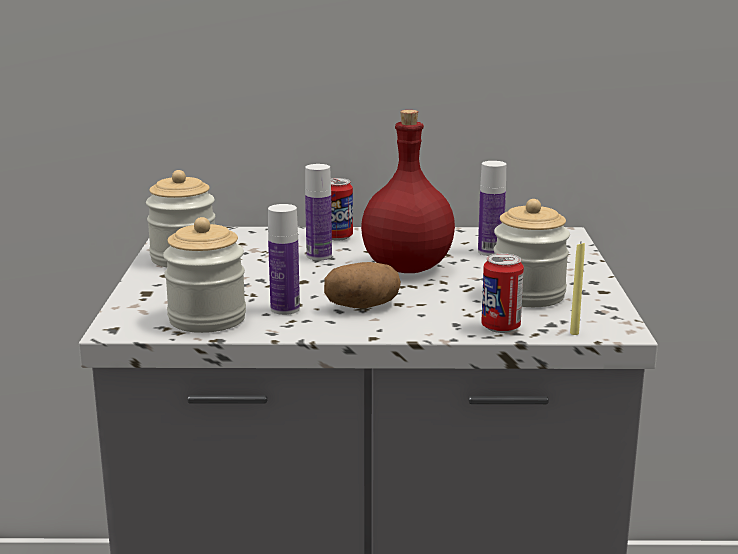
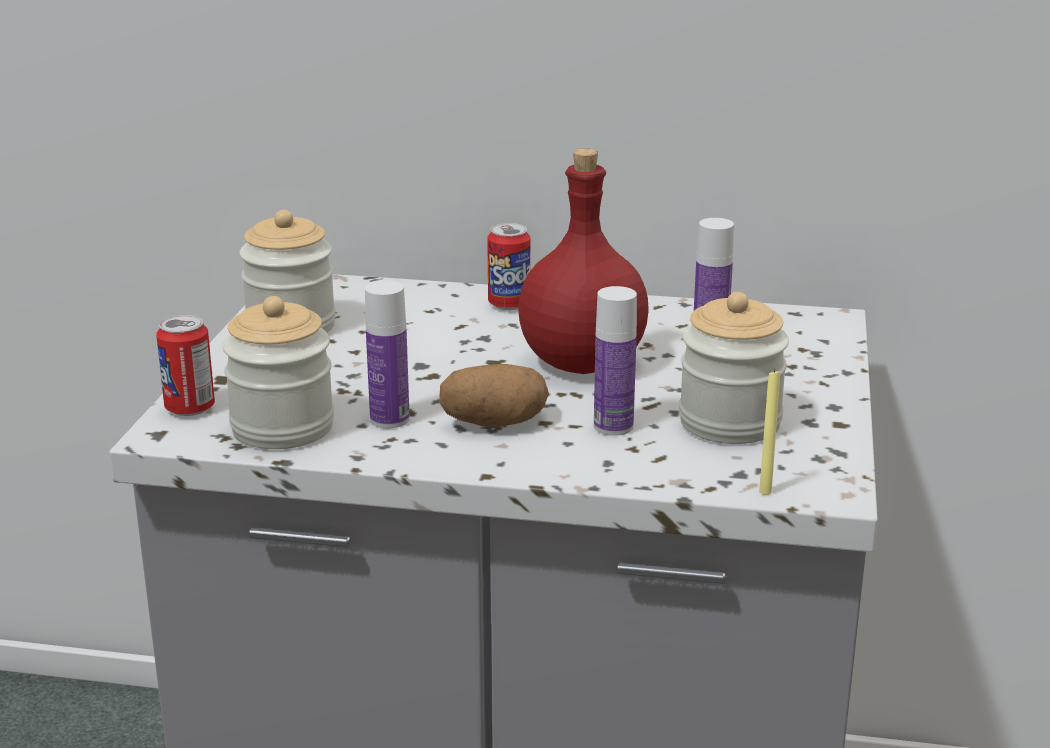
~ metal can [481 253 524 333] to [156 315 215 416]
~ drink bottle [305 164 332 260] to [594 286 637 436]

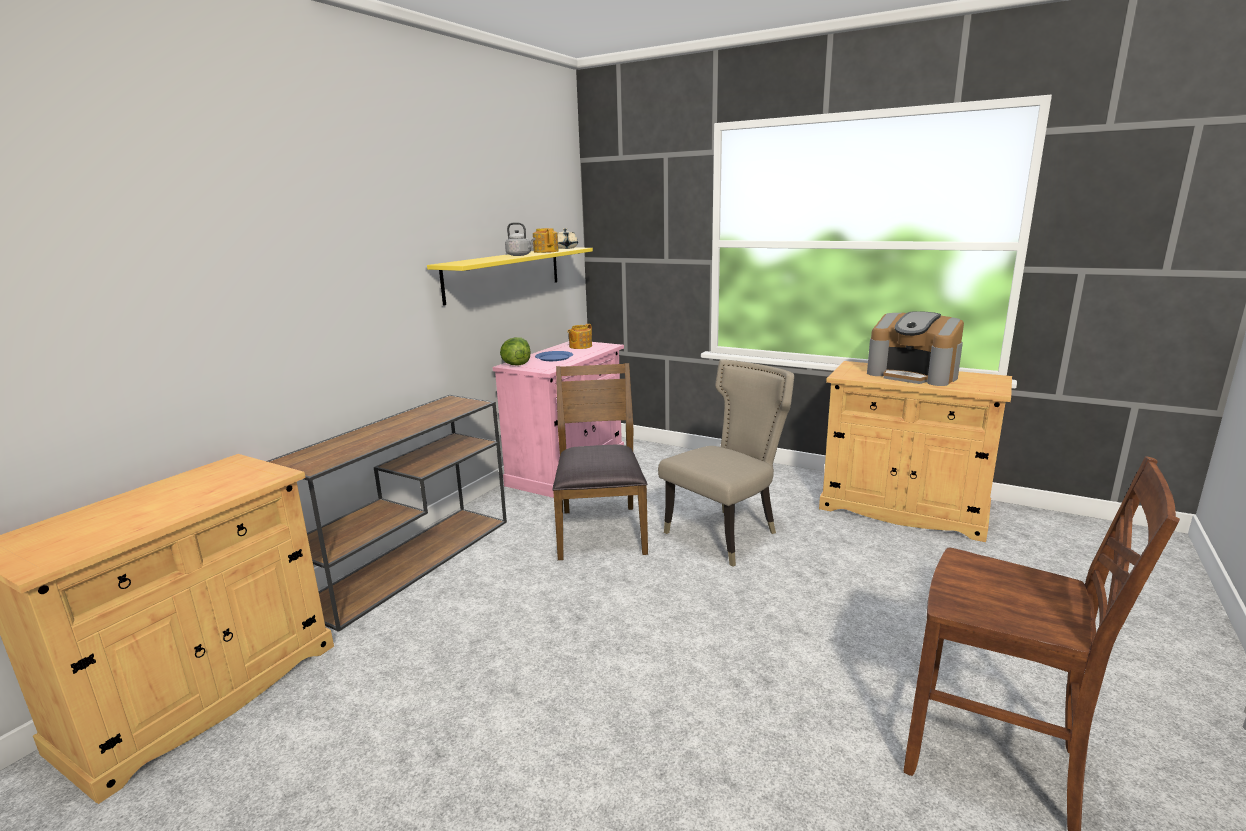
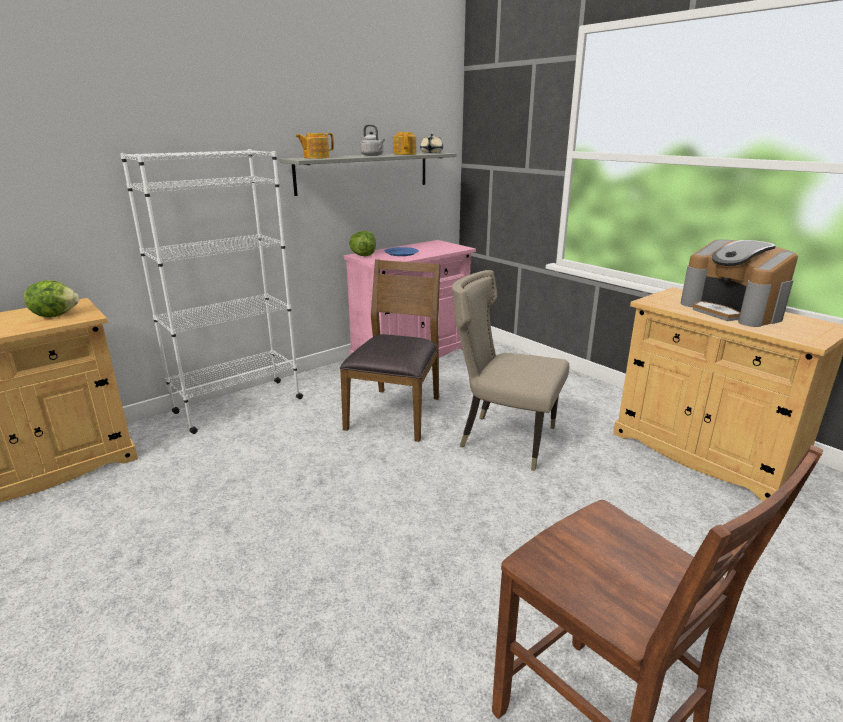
+ lettuce [24 280 79 317]
~ hall table (brown) [267 395 507 632] to bookcase (whitish) [120 149 303 434]
~ shelf (yellow) [427 248 593 306] to shelf (grey) [279 152 457 196]
~ tea pot [568 324 592 349] to [295 133 334 159]
~ plain chair (sand-coloured) [658 359 794 567] = [452 270 569 471] 135 degrees counterclockwise

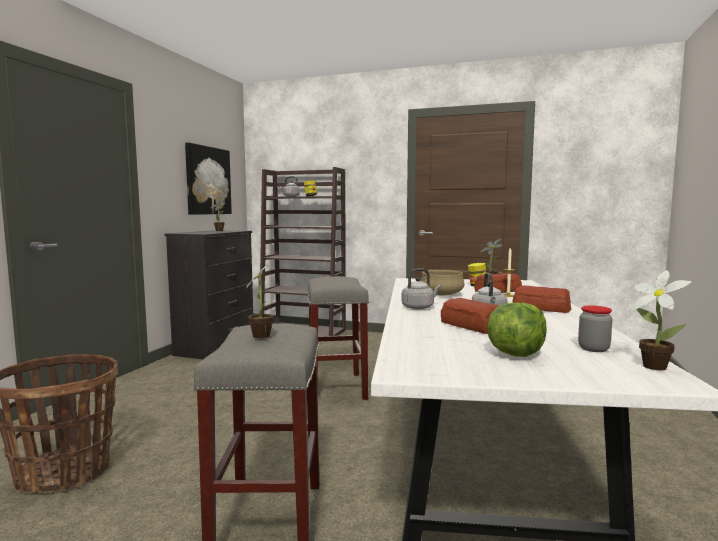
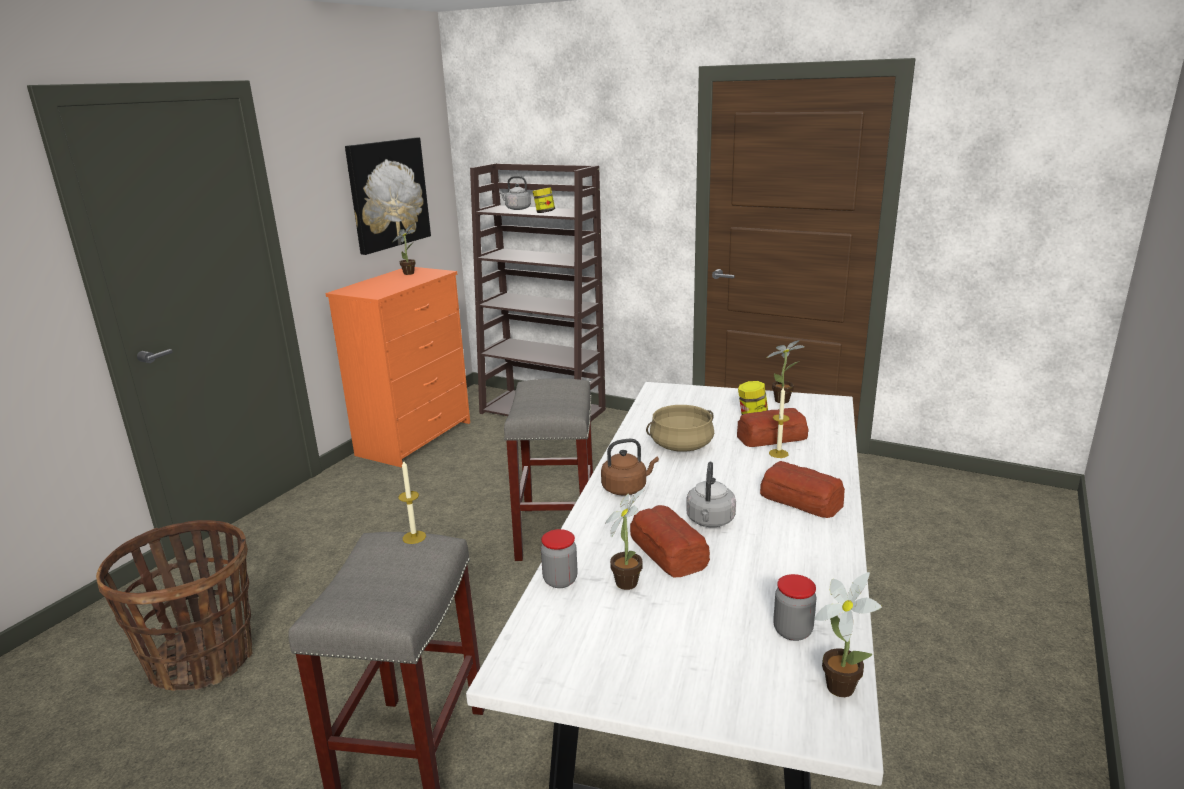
~ drawer chest (black-coloured) [164 230 253 359] to drawer chest (orangey) [325 267 470 467]
+ candle [398 459 426 544]
+ jar [541 529 577 588]
~ kettle (grey) [402 268 441 310] to kettle (brown) [601 439 659 496]
~ houseplant [246 258 274 339] to [605 488 646 590]
- lettuce [487 303 547 357]

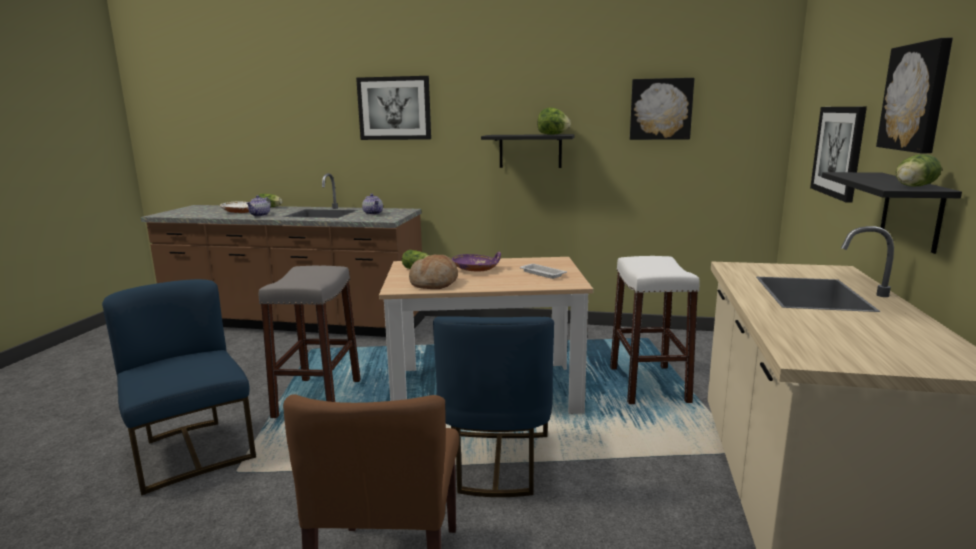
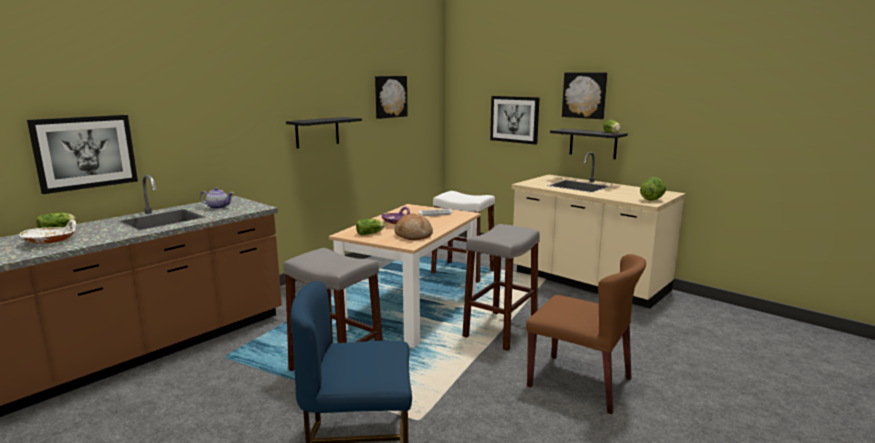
~ wall art [356 76 431 140] to [27 115 138 194]
~ plain chair (blue-coloured) [433 316 554 497] to stool (grey) [462 224 540 351]
~ lettuce [537 107 571 135] to [640 177 666 201]
- tea pot [246 195 271 217]

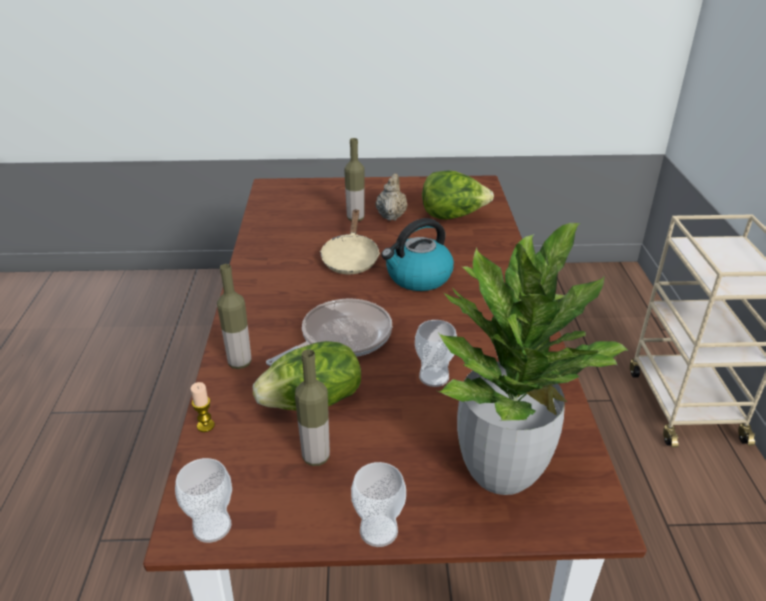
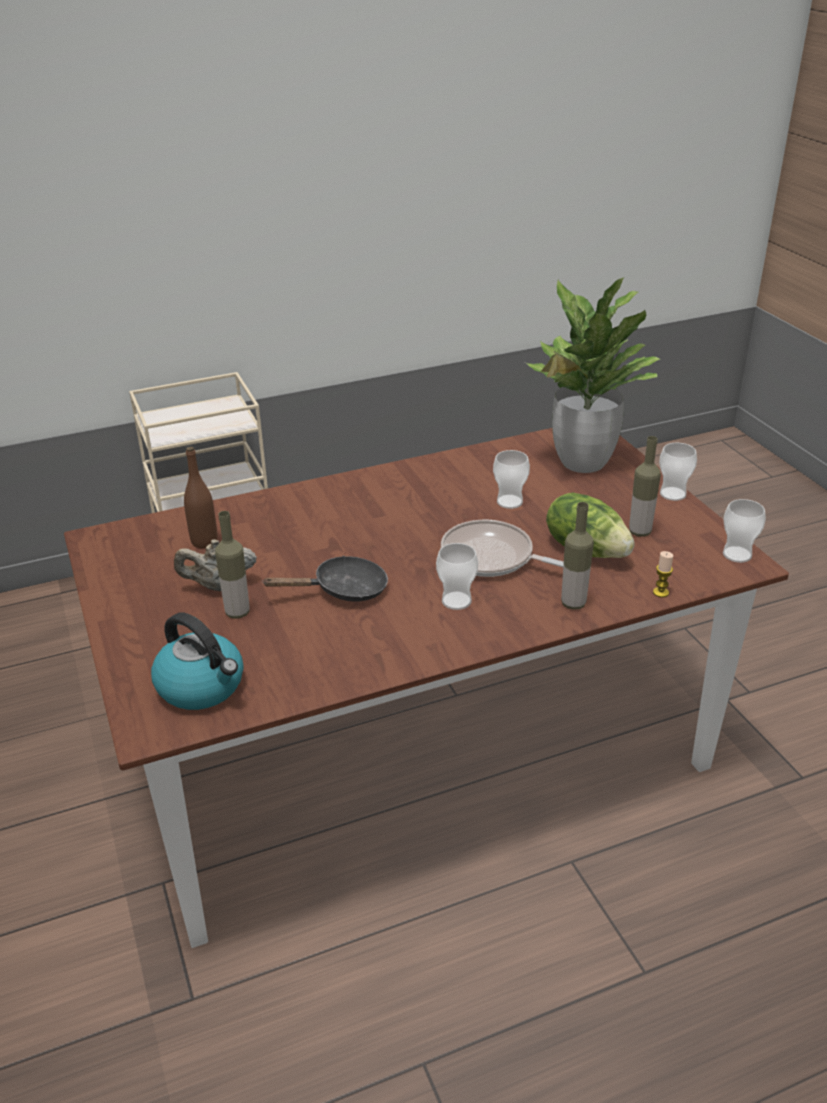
~ kettle [381 218 454 291] to [151 612 244 710]
~ lettuce [422 170 494 220] to drink bottle (brown) [184 447 217 548]
~ skillet (sand-coloured) [320 209 380 275] to skillet (black-coloured) [262 556 388 601]
+ drinking cup [436 543 478 610]

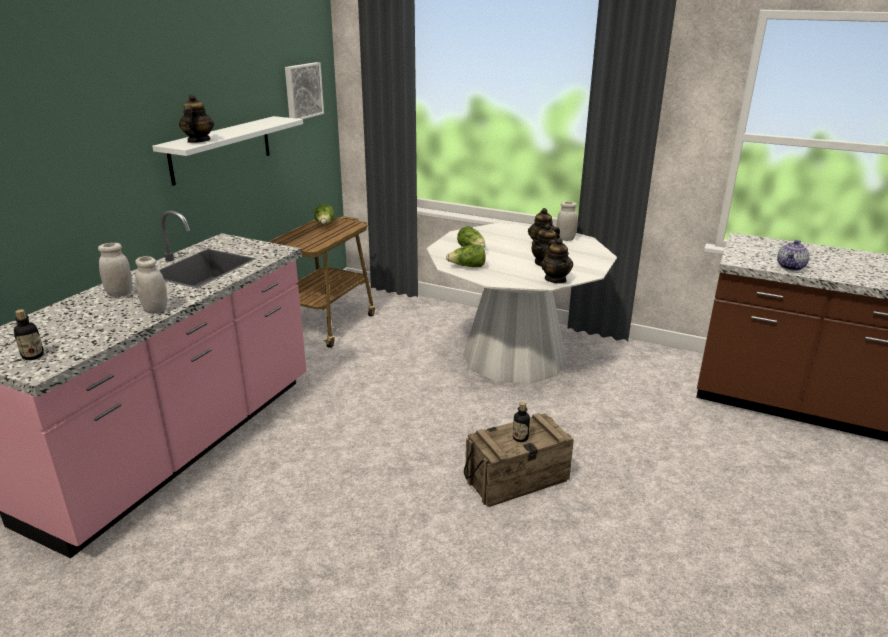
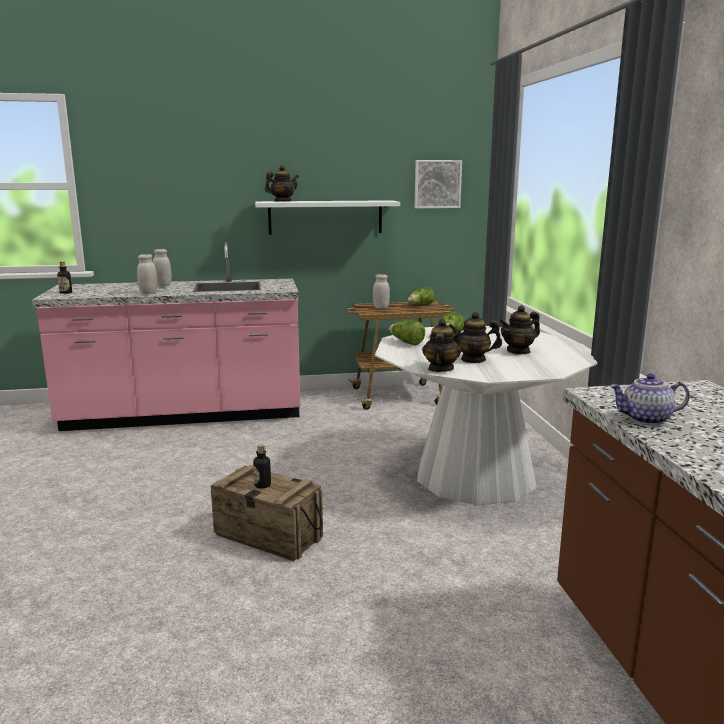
~ jar (whitish) [556 201 578 241] to [373 274 390 309]
~ tea pot [541 238 573 284] = [422 319 461 372] 150 degrees clockwise

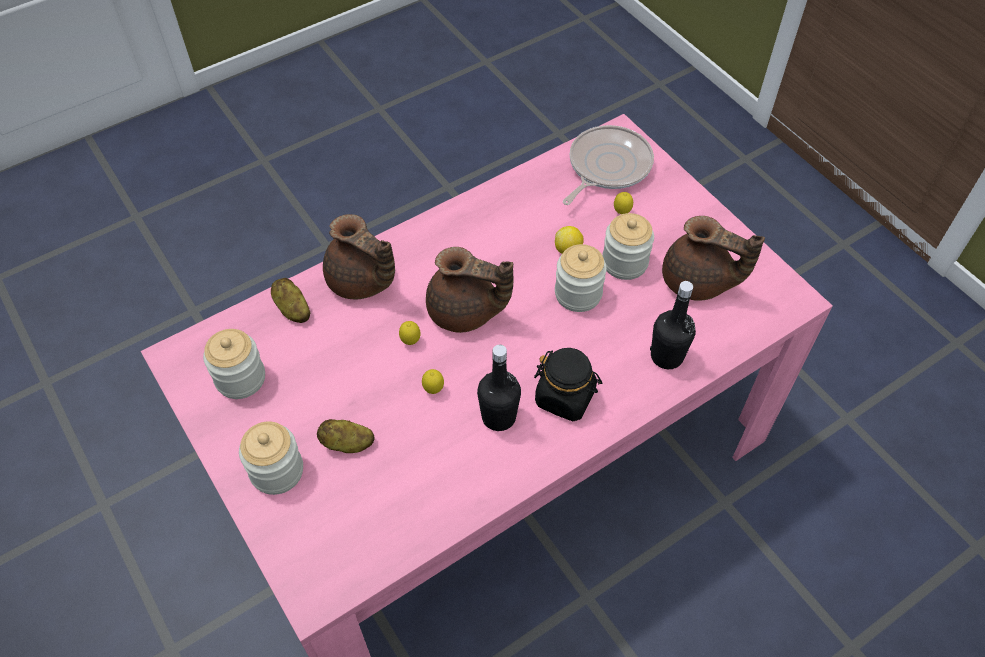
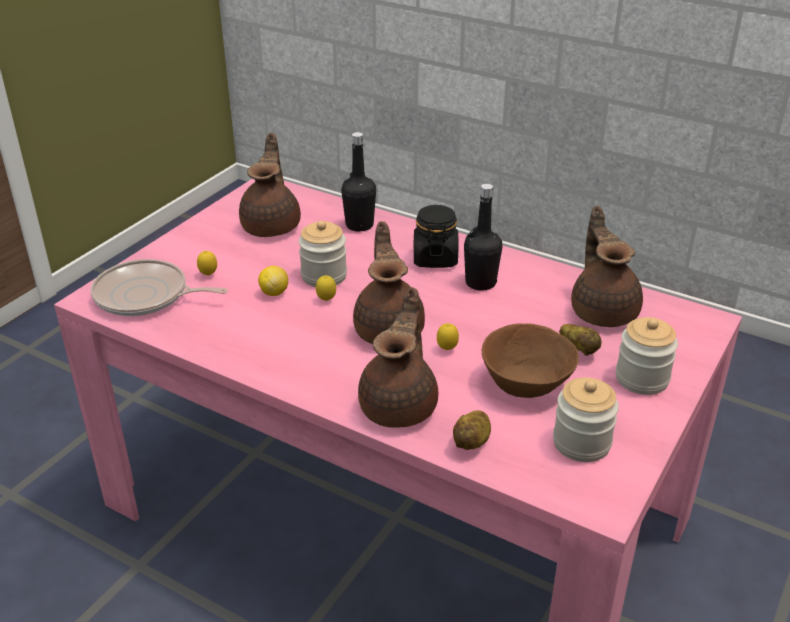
~ lemon [422 369 444 394] to [316 275 336 301]
+ deep dish (brown) [482 323 579 398]
+ tea pot (brown) [571 206 643 327]
- jar [602 213 654 280]

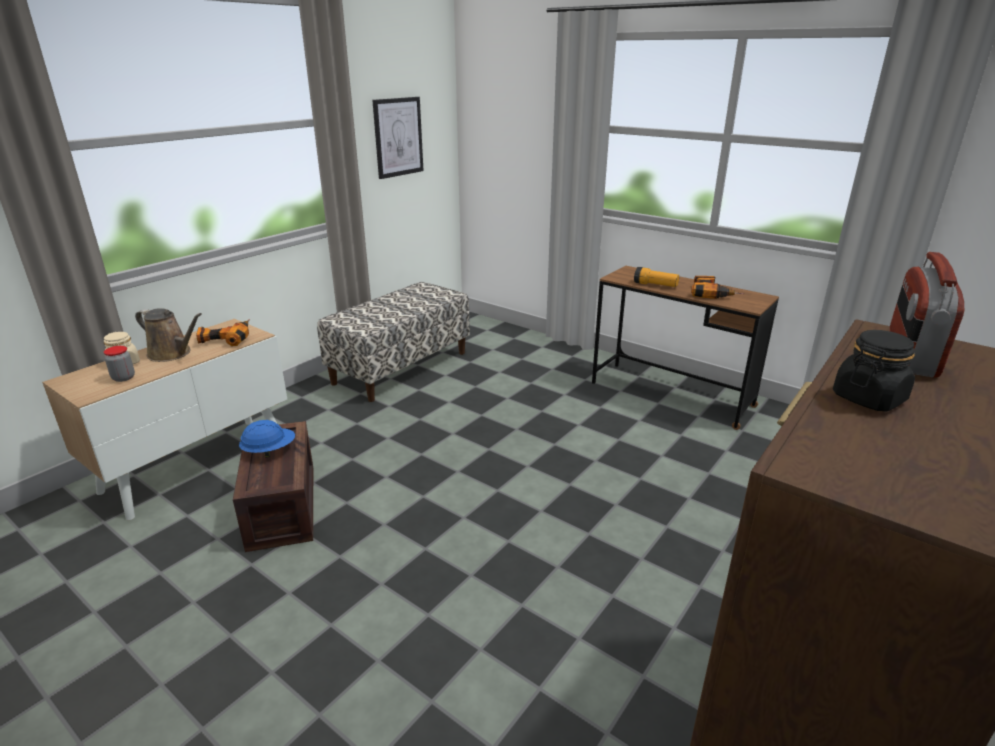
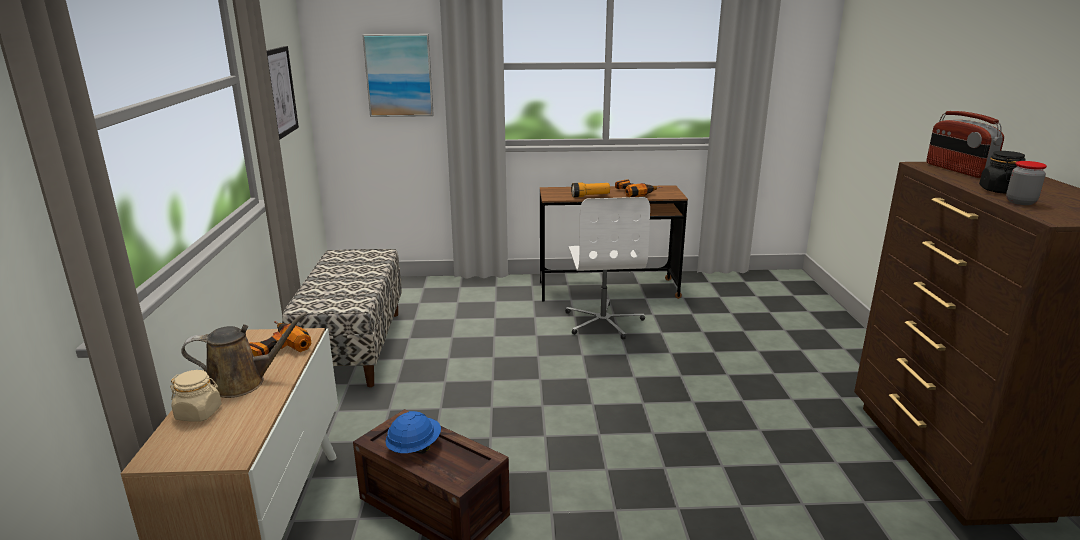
+ wall art [362 34 434 117]
+ desk chair (whitish) [565 197 650 339]
~ jar [103 346 135 382] to [1006 161 1047 205]

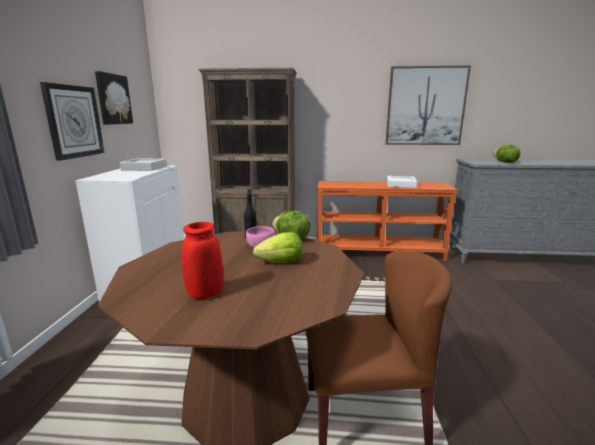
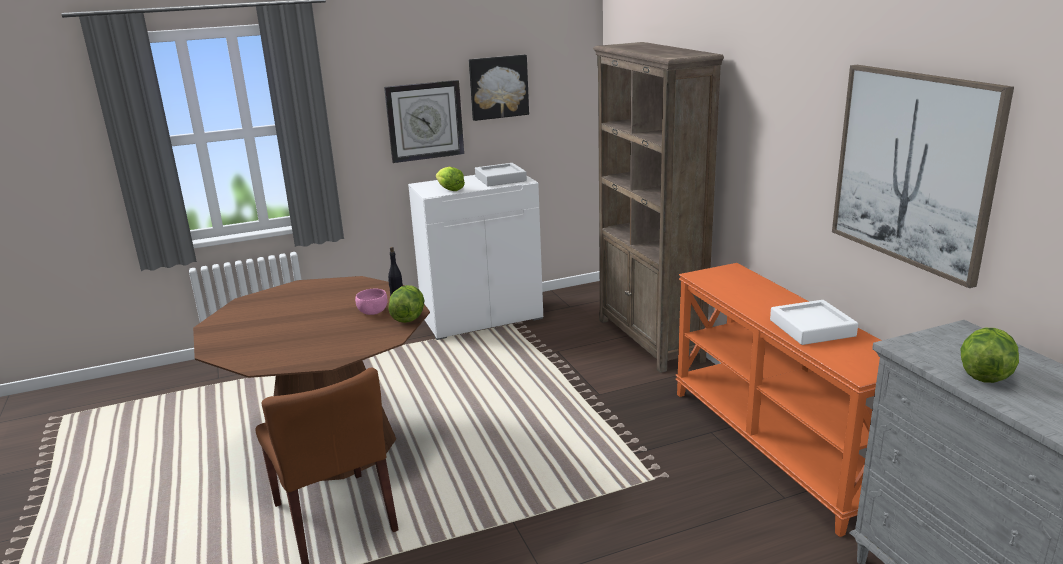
~ lettuce [253 232 302 263] to [436 167 465 191]
- vase (red-coloured) [182 222 223 299]

